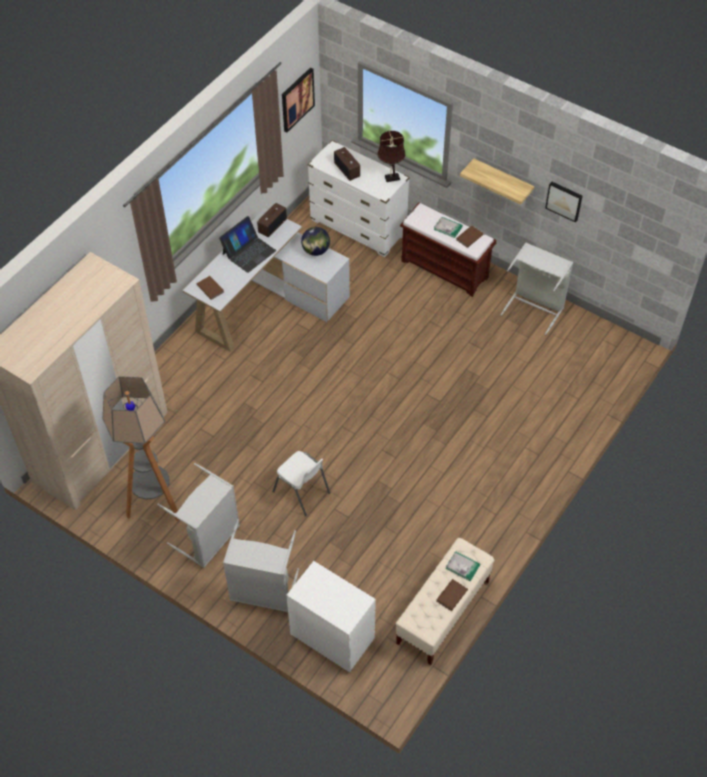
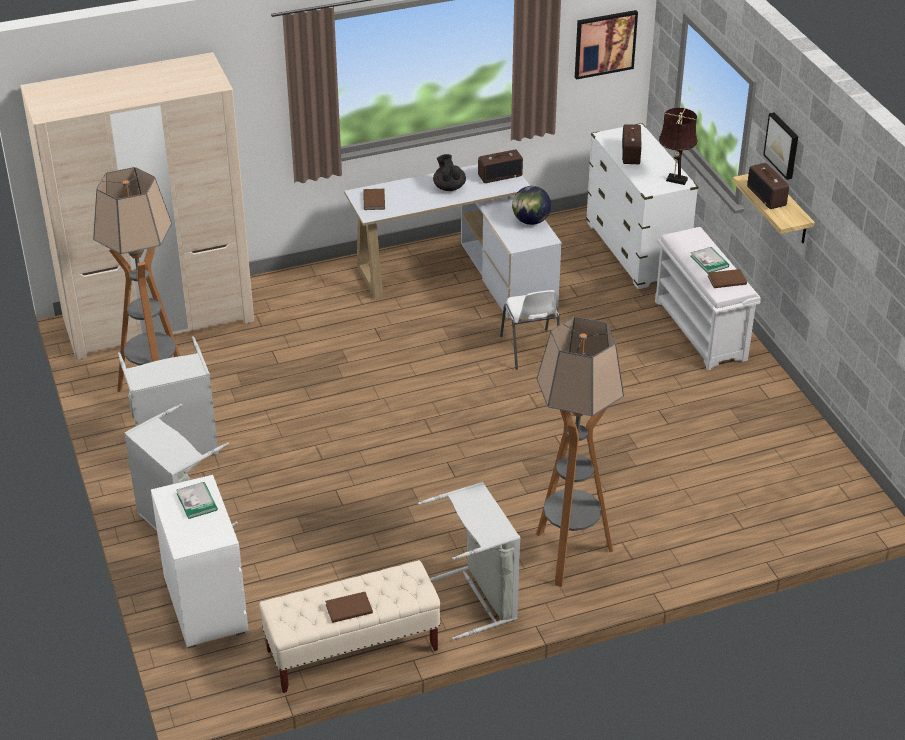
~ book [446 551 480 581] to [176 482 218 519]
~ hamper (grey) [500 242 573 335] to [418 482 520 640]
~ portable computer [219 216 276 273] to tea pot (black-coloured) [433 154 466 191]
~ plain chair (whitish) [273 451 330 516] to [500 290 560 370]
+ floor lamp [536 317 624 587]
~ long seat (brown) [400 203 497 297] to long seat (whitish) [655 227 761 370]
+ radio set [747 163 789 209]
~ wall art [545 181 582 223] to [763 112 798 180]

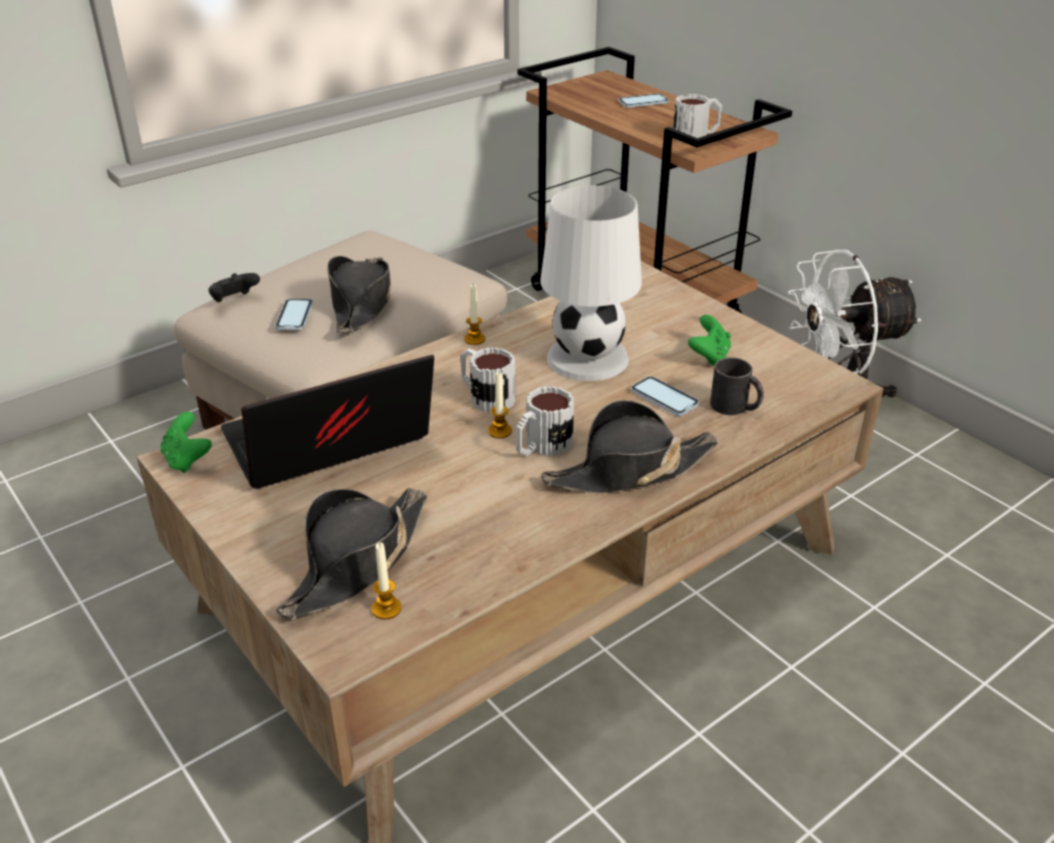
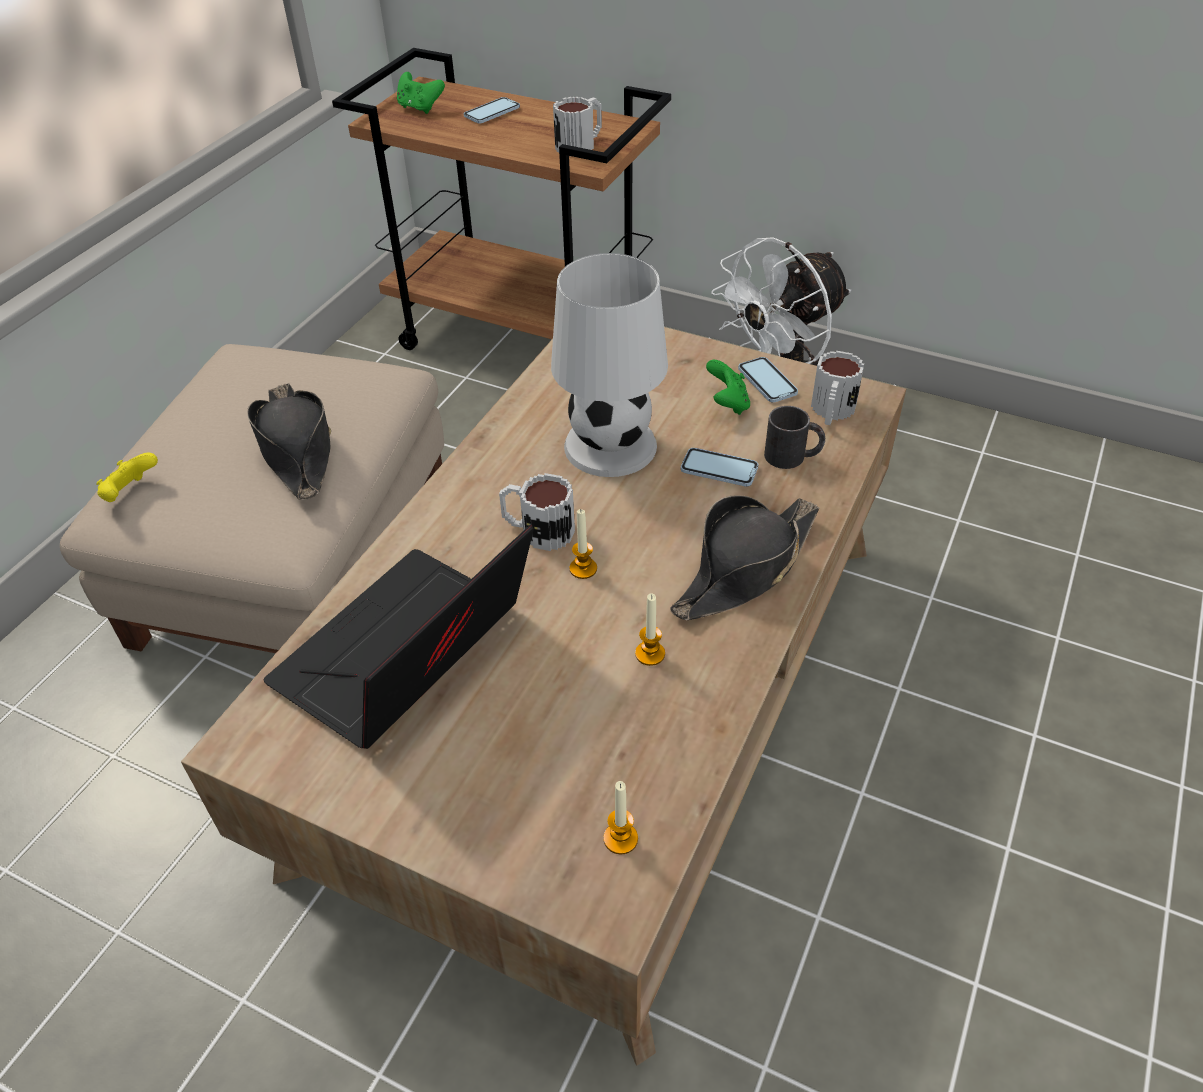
~ gamepad (black-coloured) [208 273 260 302] to gamepad (yellow) [96 452 158 502]
~ gamepad (greenish) [160 412 212 473] to [397 72 445 114]
~ candle [464 284 485 345] to [635 594 665 666]
~ phone [275 299 313 330] to [738 357 798 403]
~ coffee mug [516 386 574 456] to [811 351 864 425]
- wearable hat (black-coloured) [276 488 427 619]

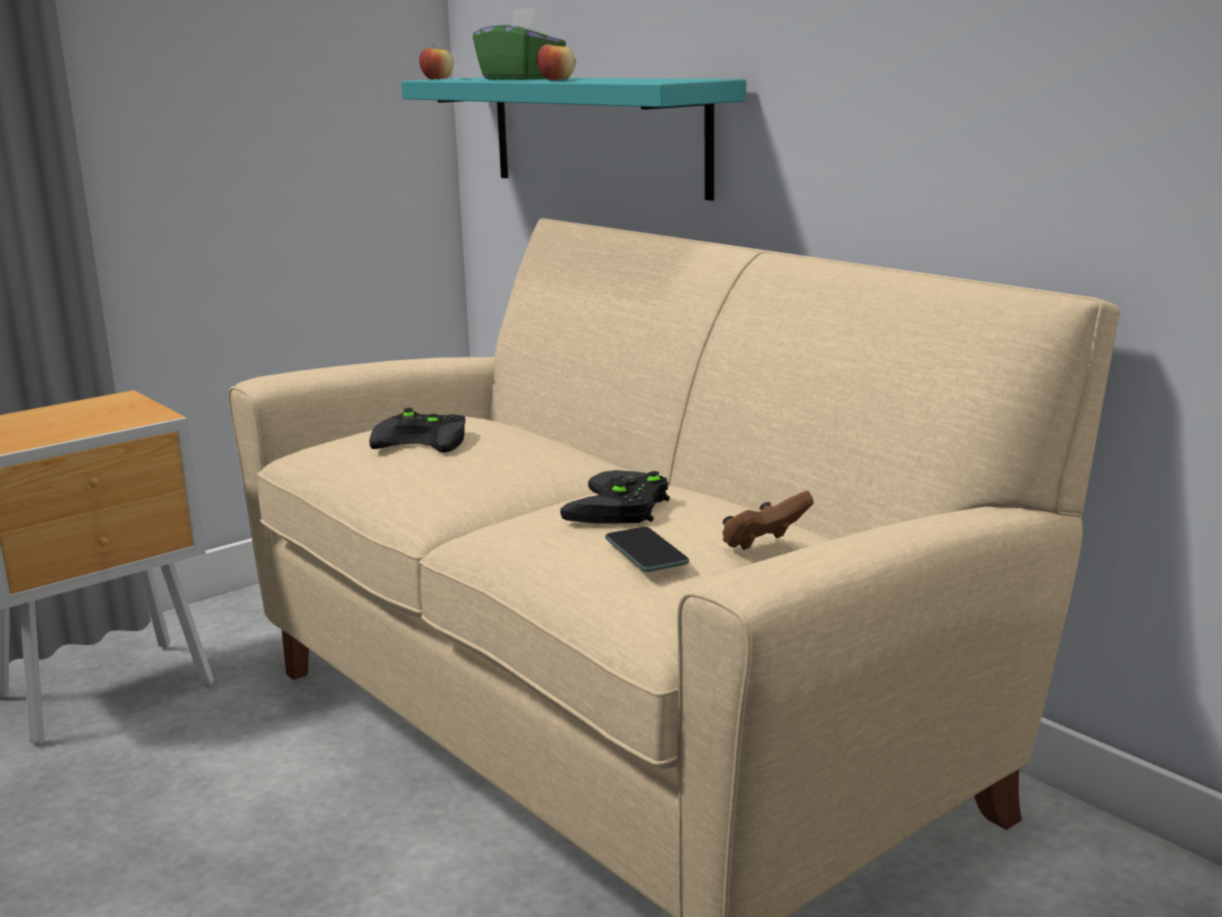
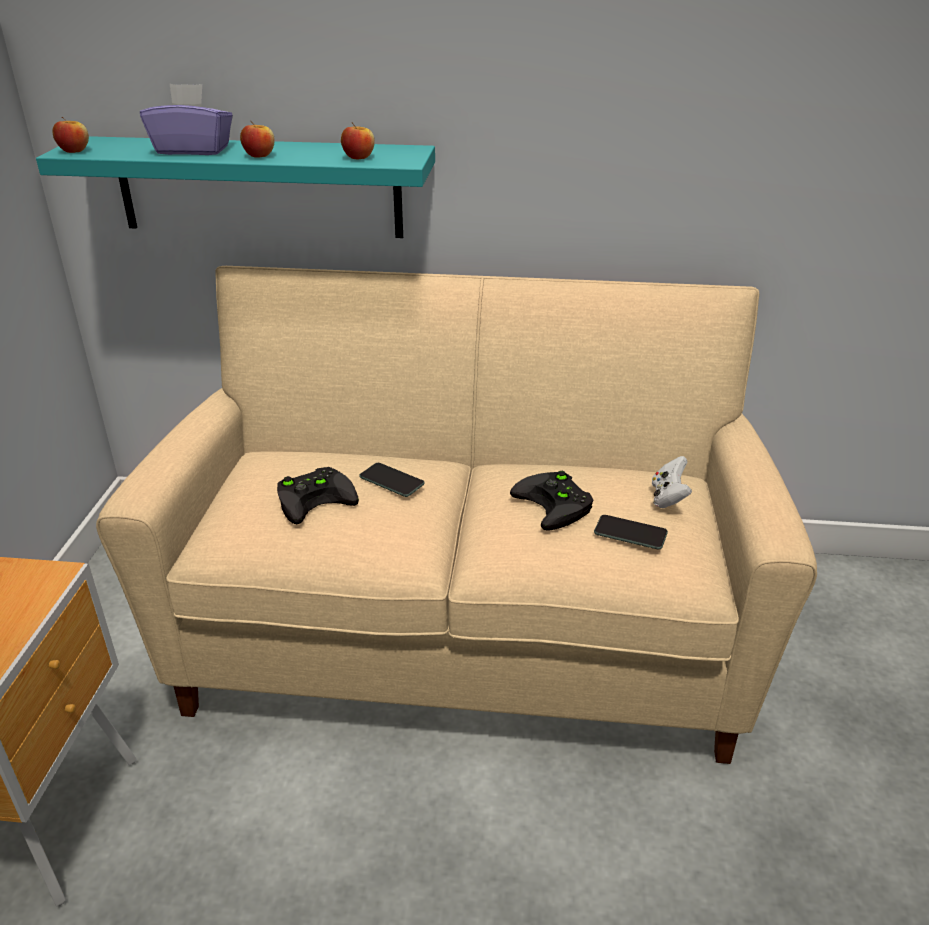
~ box of tissues (greenish) [473 7 566 80] to box of tissues (purple-coloured) [140 84 233 155]
+ apple [341 123 375 159]
+ phone [359 463 425 497]
~ gamepad (brown) [723 491 814 550] to gamepad (whitish) [652 456 692 508]

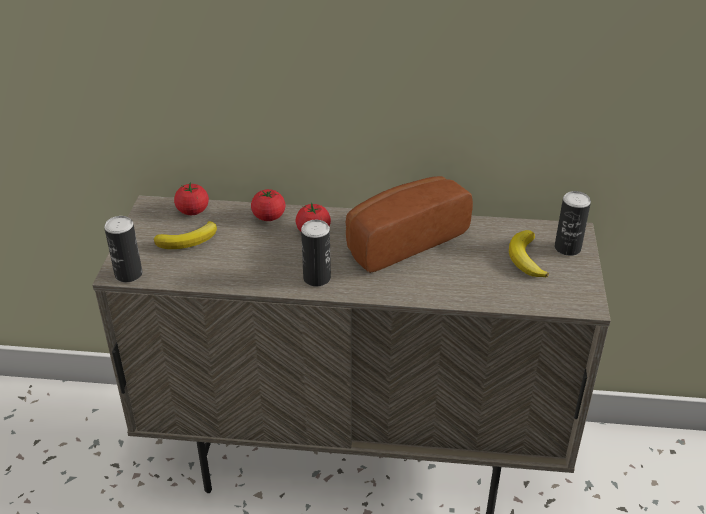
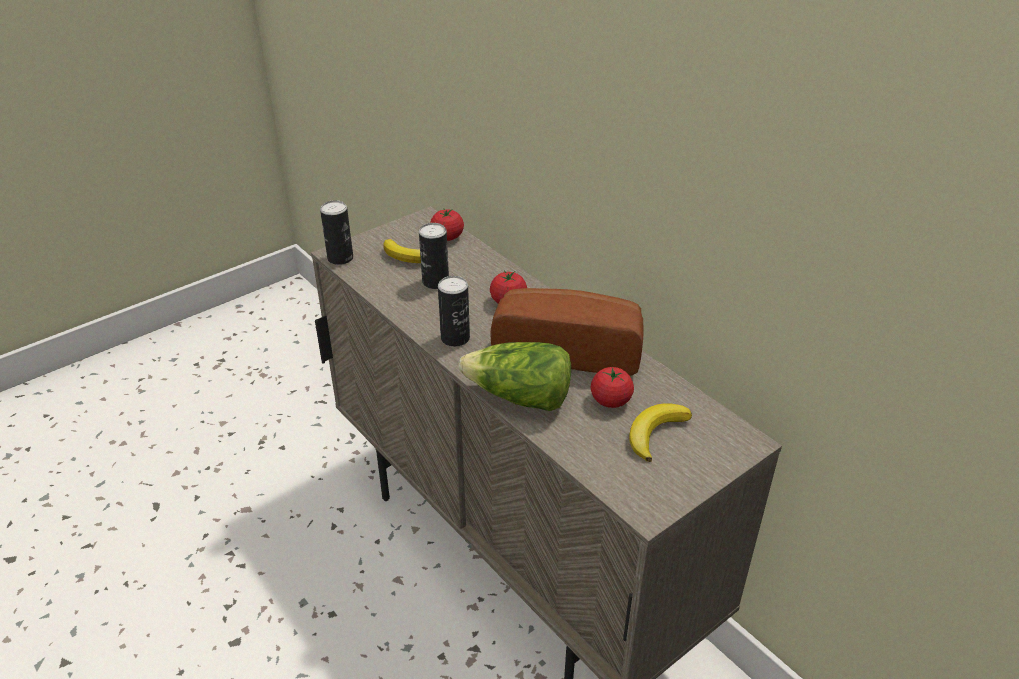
~ metal can [555 191 591 256] to [419 223 449 289]
+ lettuce [458 342 571 411]
~ tomato [251 189 285 221] to [591 367 634 408]

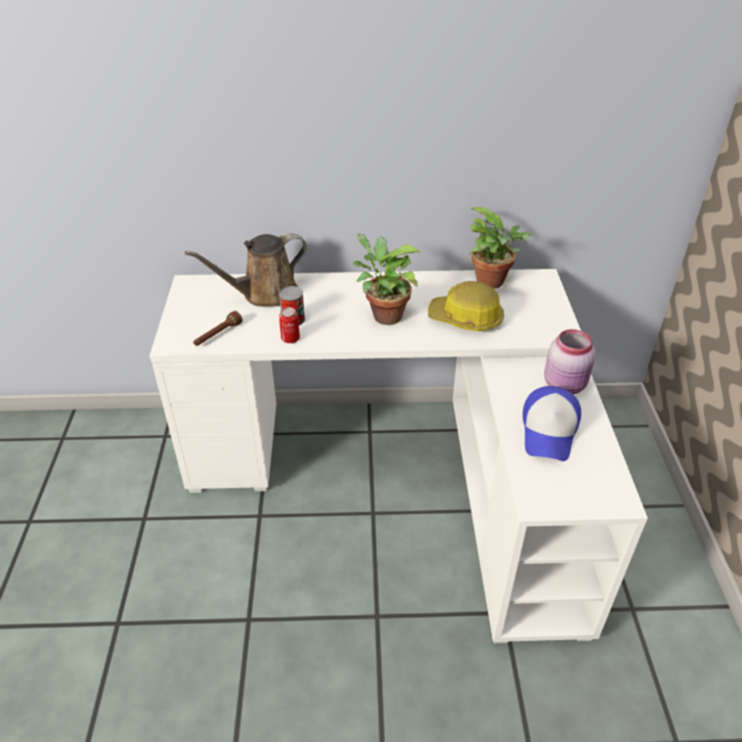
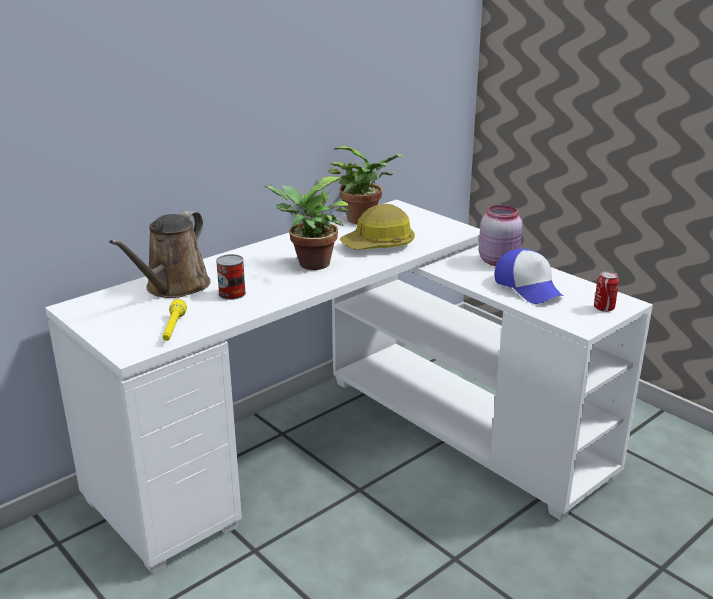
~ hand torch (brown) [193 311 243 346] to hand torch (yellow) [162 299 187 341]
~ metal can [279 307 300 343] to [594 271 619 312]

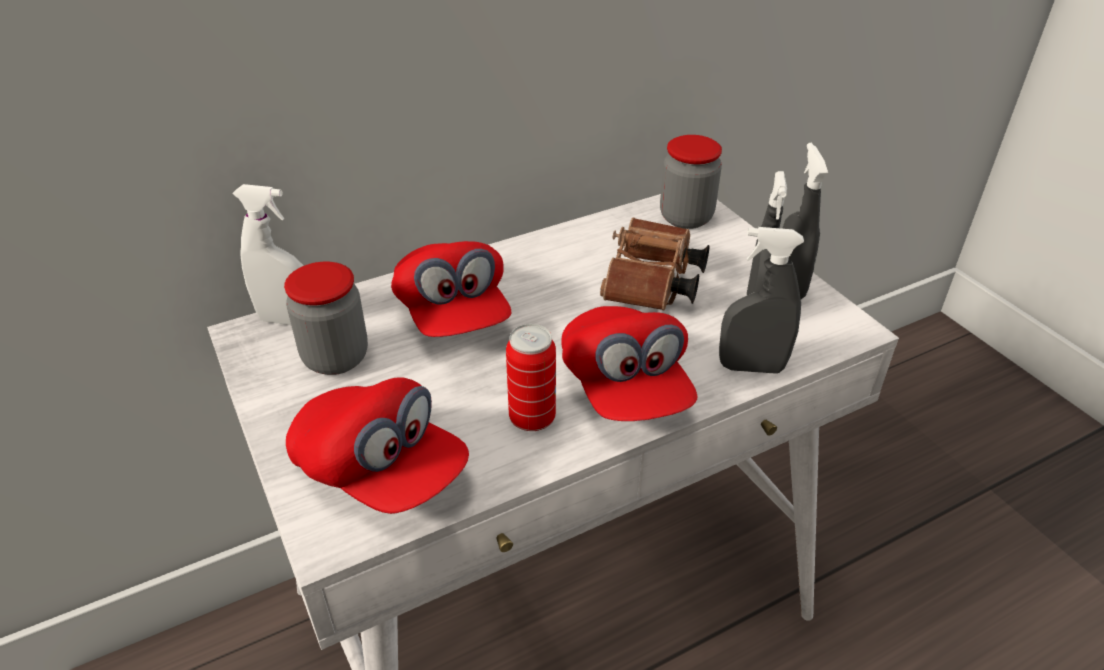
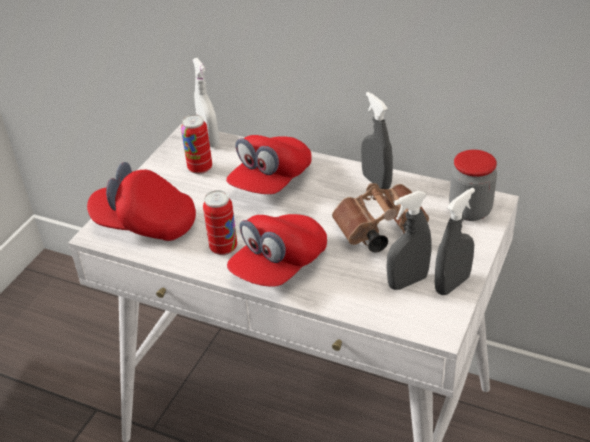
~ cap (red-coloured) [286 377 469 514] = [87 162 196 241] 105 degrees clockwise
~ jar [284 262 368 375] to metal can [181 114 212 174]
~ sprayer (grey) [719 227 804 374] to [361 92 393 189]

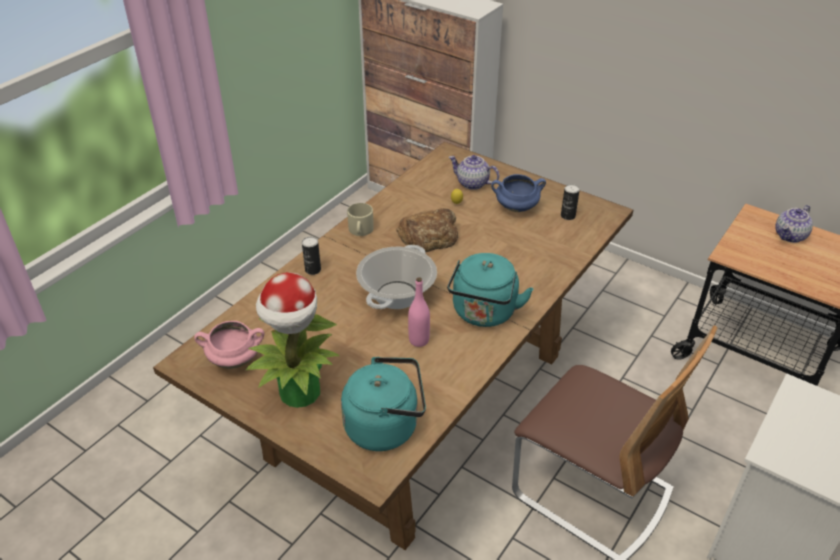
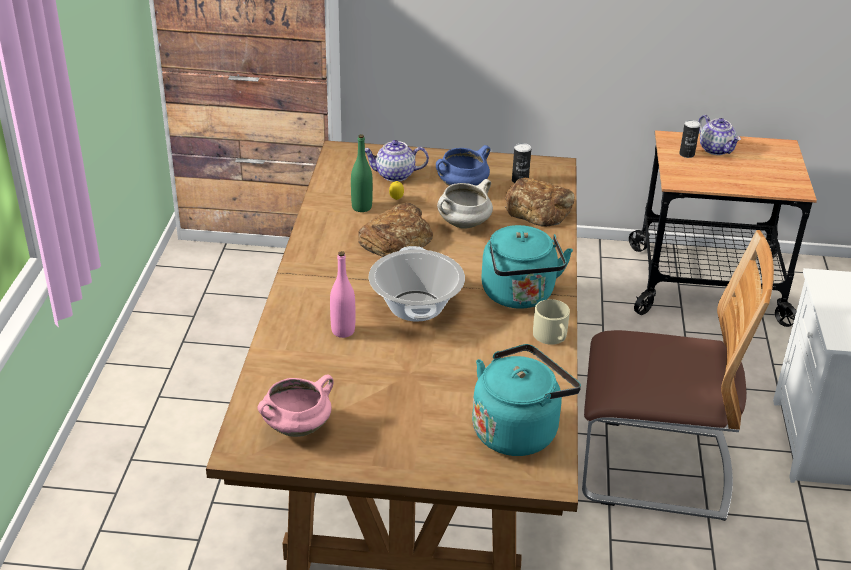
~ drink bottle (pink-coloured) [408 277 430 347] to [330 251 355 338]
+ drink bottle (greenish) [351 134 373 212]
+ stockpot (whitish) [437 179 493 229]
+ bakery bread [505 177 574 227]
~ coffee mug (sand-coloured) [347 203 374 236] to [533 299 570 345]
~ metal can [302 237 321 275] to [679 120 700 158]
~ tea pot [775 205 813 243] = [698 115 741 155] 45 degrees counterclockwise
- houseplant [246 272 339 408]

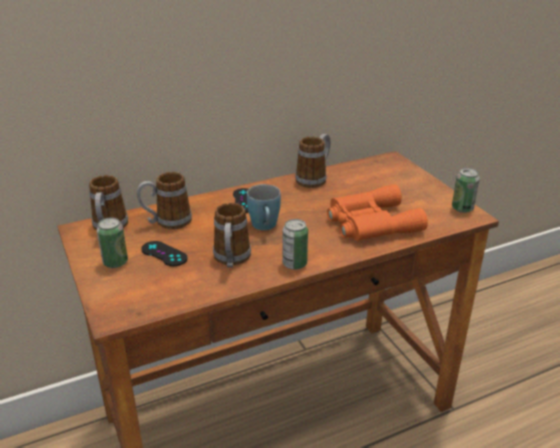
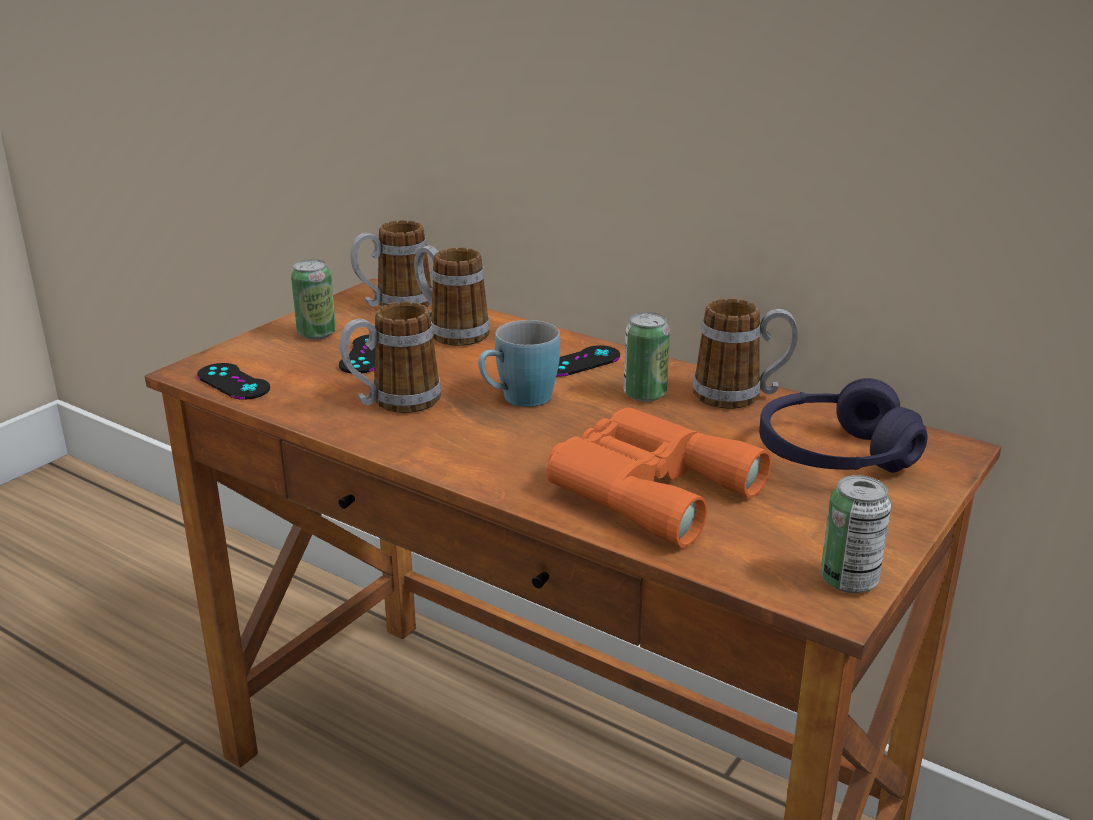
+ gamepad (black-coloured) [197 363 270 400]
~ metal can [282 219 308 270] to [624 312 670 402]
+ headphones (purple-coloured) [759 378 928 473]

